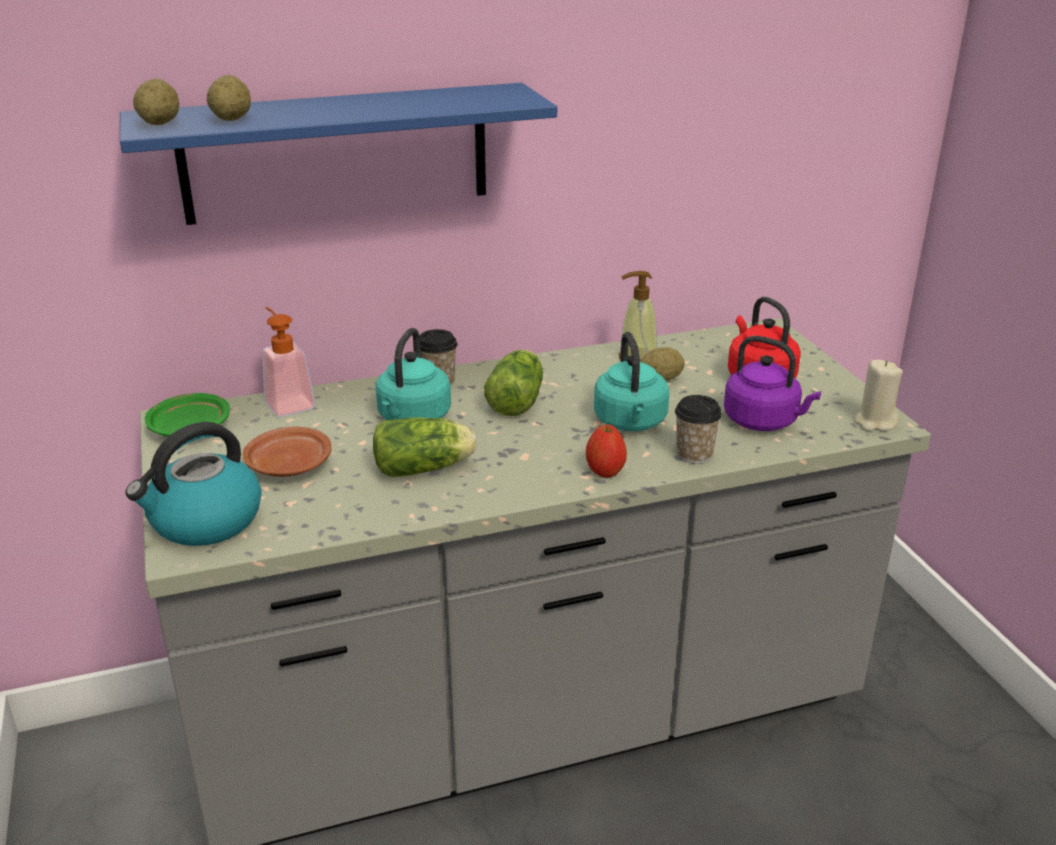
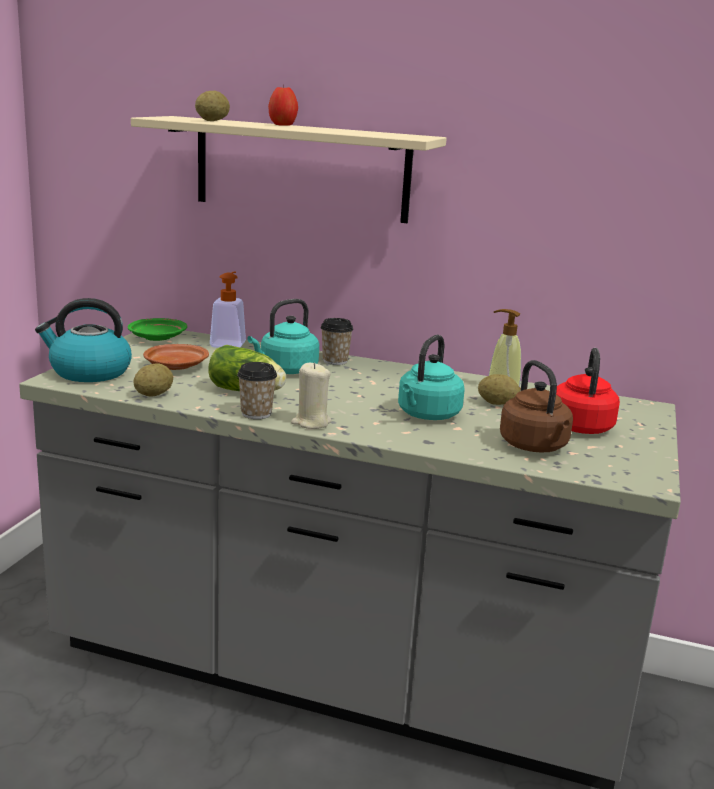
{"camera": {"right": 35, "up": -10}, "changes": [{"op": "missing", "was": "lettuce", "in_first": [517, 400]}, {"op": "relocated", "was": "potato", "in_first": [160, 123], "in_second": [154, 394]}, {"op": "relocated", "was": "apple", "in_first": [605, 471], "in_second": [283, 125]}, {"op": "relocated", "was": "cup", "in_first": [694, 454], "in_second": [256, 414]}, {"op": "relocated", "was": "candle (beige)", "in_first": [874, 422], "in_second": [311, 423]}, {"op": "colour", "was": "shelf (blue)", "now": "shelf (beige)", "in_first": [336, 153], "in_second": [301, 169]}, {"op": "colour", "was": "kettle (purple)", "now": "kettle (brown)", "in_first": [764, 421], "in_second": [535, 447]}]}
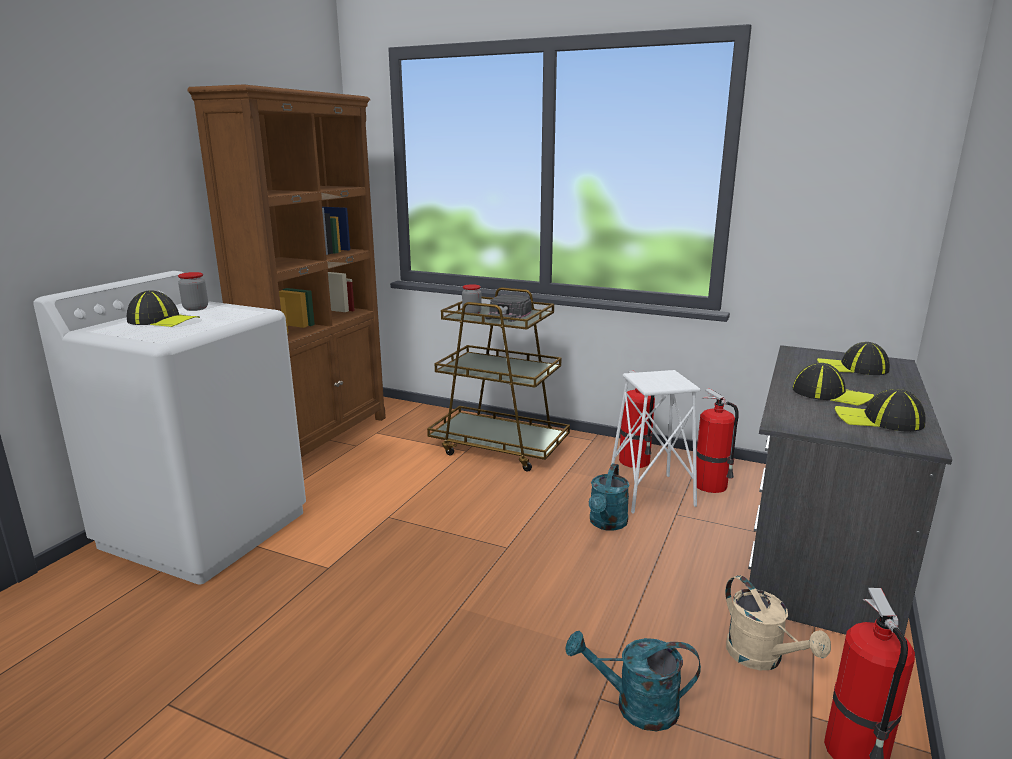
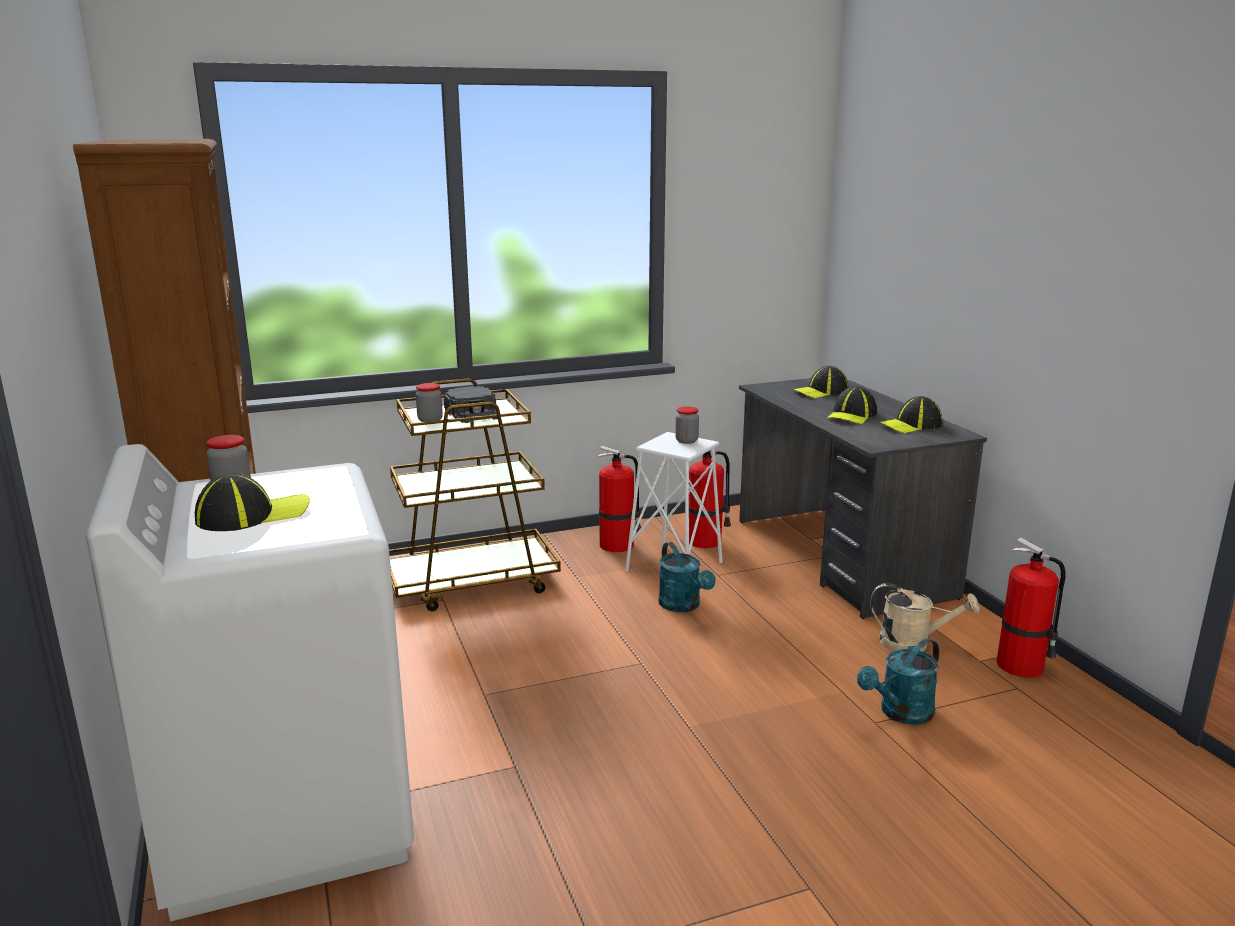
{"camera": {"right": -45, "up": 0}, "changes": [{"op": "appeared", "now": "jar", "in_second": [686, 441]}, {"op": "spun", "was": "cap", "in_first": [830, 394], "in_second": [852, 415], "clockwise": 135}]}
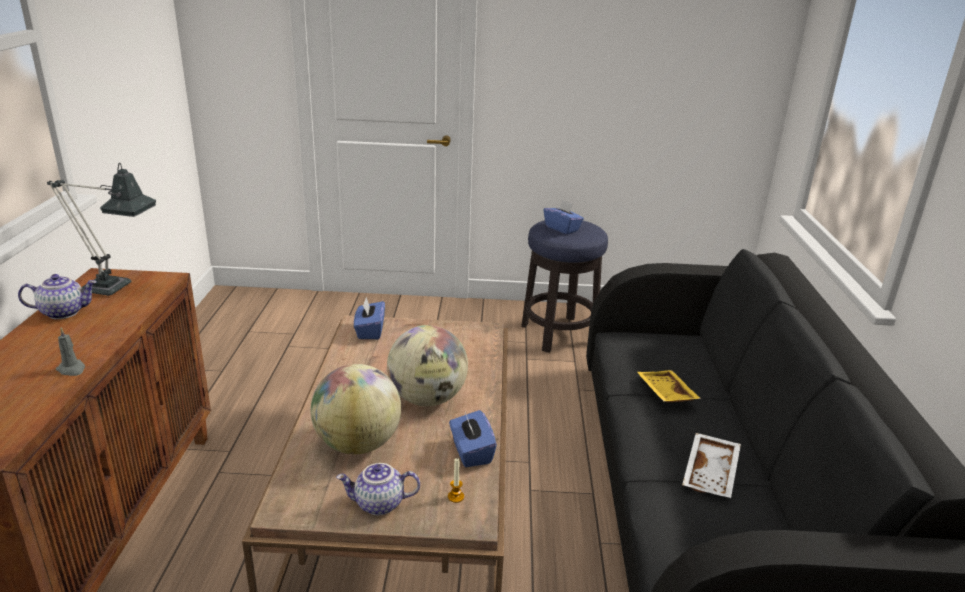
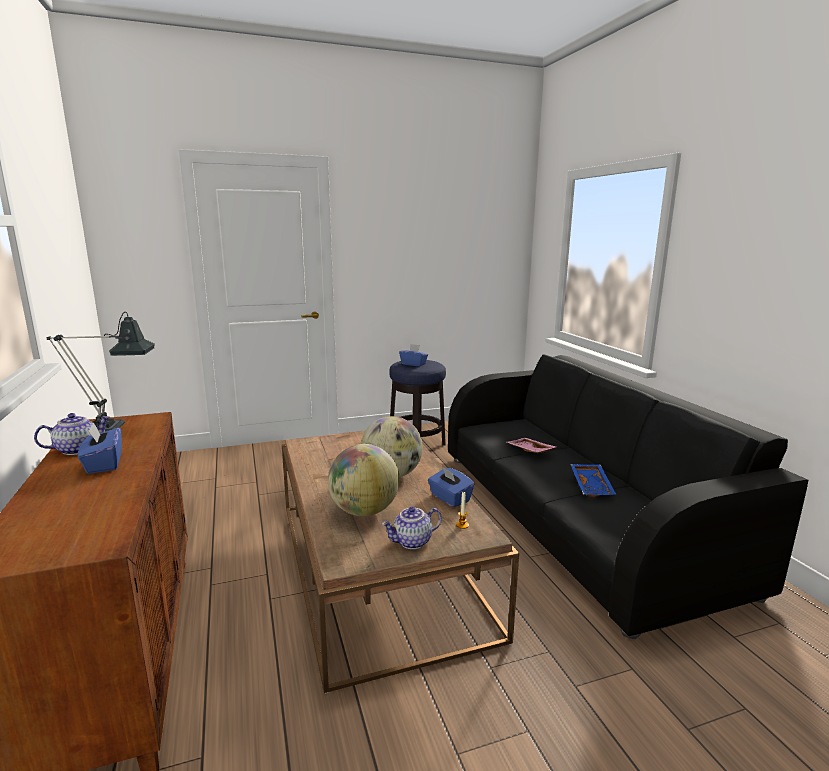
{"camera": {"right": -20, "up": -10}, "changes": [{"op": "missing", "was": "candle (grey)", "in_first": [72, 369]}, {"op": "relocated", "was": "tissue box (blue)", "in_first": [370, 331], "in_second": [103, 464]}, {"op": "colour", "was": "tray (yellow)", "now": "tray (pink)", "in_first": [664, 393], "in_second": [529, 451]}, {"op": "colour", "was": "tray (white)", "now": "tray (blue)", "in_first": [712, 473], "in_second": [592, 486]}]}
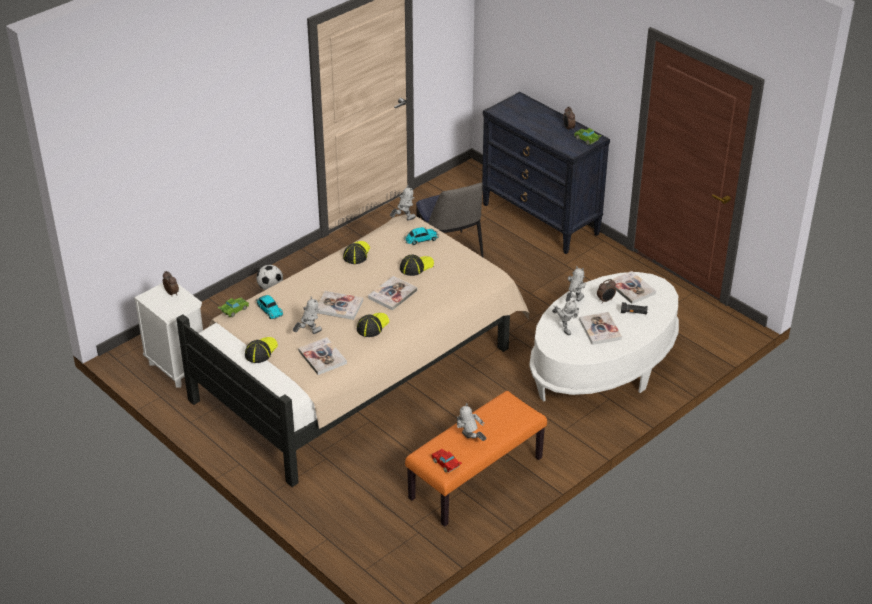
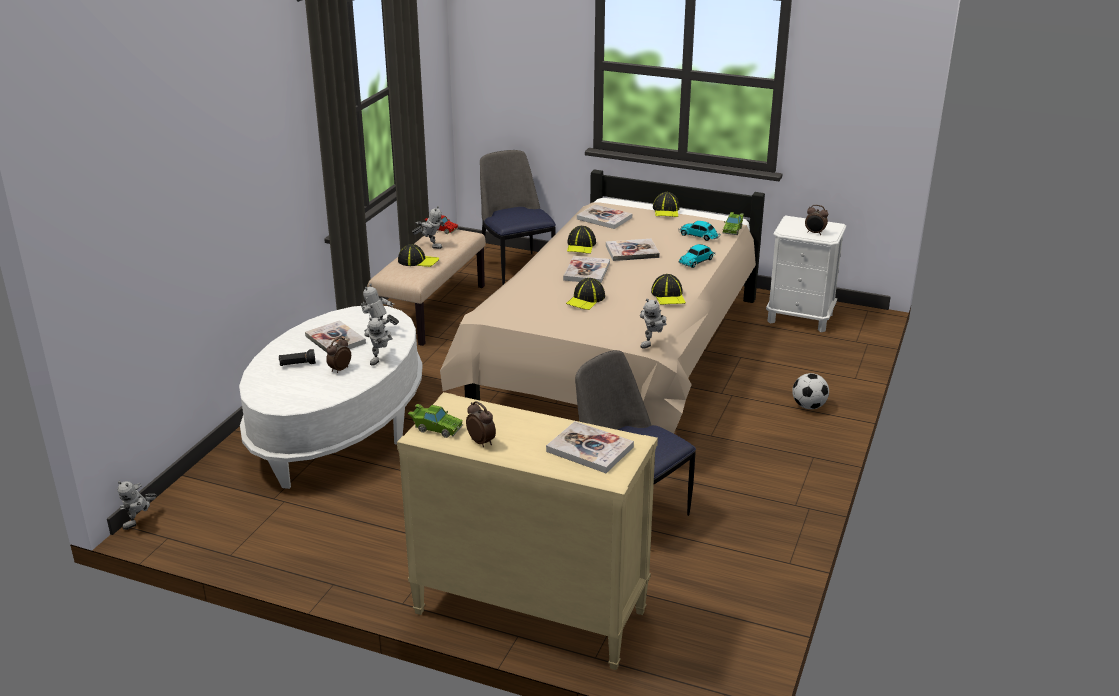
{"camera": {"right": 155, "up": -10}, "changes": [{"op": "appeared", "now": "cap", "in_second": [418, 261]}, {"op": "appeared", "now": "chair", "in_second": [516, 269]}, {"op": "relocated", "was": "toy robot", "in_first": [309, 333], "in_second": [140, 522]}, {"op": "relocated", "was": "toy car", "in_first": [420, 239], "in_second": [697, 261]}, {"op": "relocated", "was": "book", "in_first": [631, 288], "in_second": [590, 449]}, {"op": "colour", "was": "bench (orange)", "now": "bench (beige)", "in_first": [476, 479], "in_second": [431, 310]}, {"op": "colour", "was": "dresser (black)", "now": "dresser (beige)", "in_first": [541, 219], "in_second": [528, 612]}]}
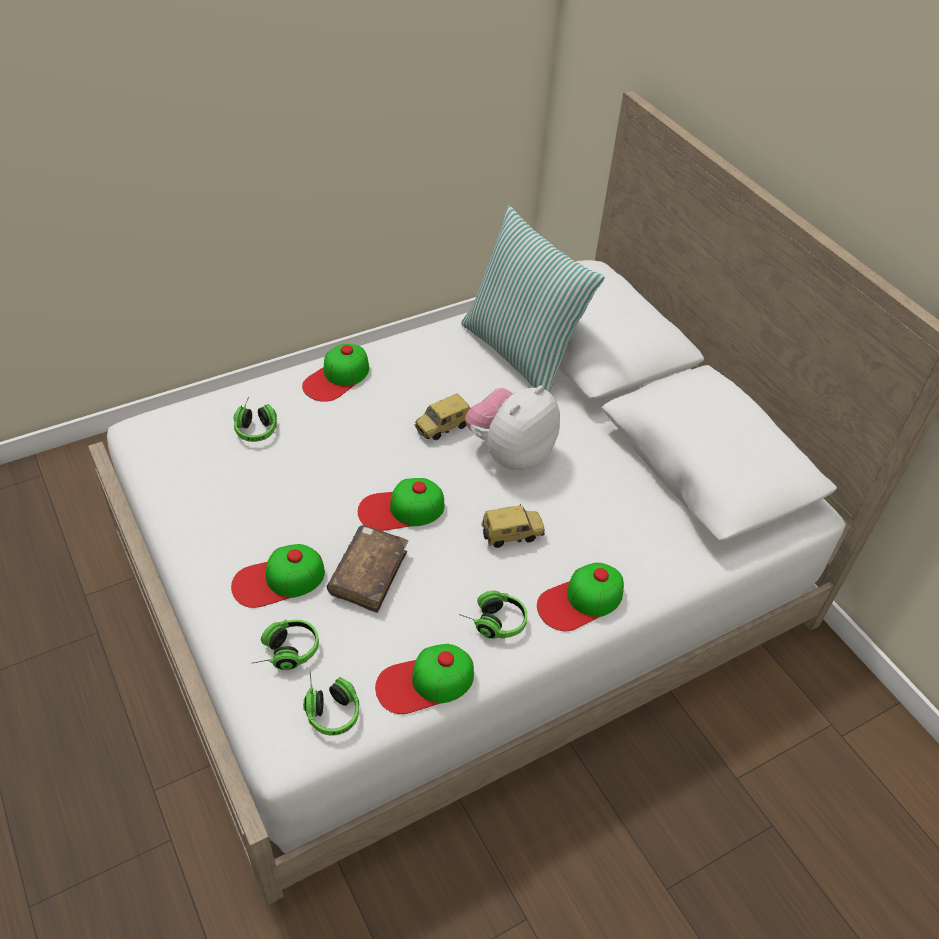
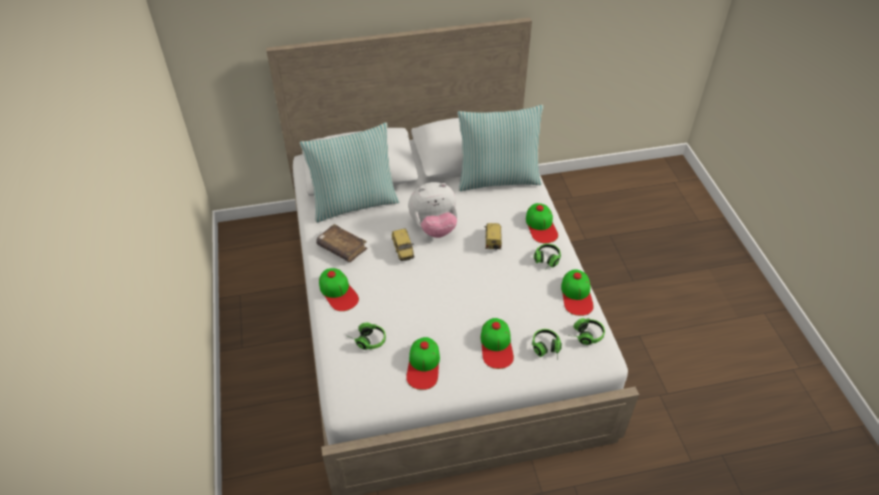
{"camera": {"right": -70, "up": 0}, "changes": [{"op": "appeared", "now": "pillow", "in_second": [498, 178]}, {"op": "relocated", "was": "book (brown)", "in_first": [368, 574], "in_second": [342, 248]}, {"op": "relocated", "was": "cap", "in_first": [401, 509], "in_second": [423, 365]}, {"op": "spun", "was": "plush toy", "in_first": [510, 453], "in_second": [434, 227], "clockwise": -75}]}
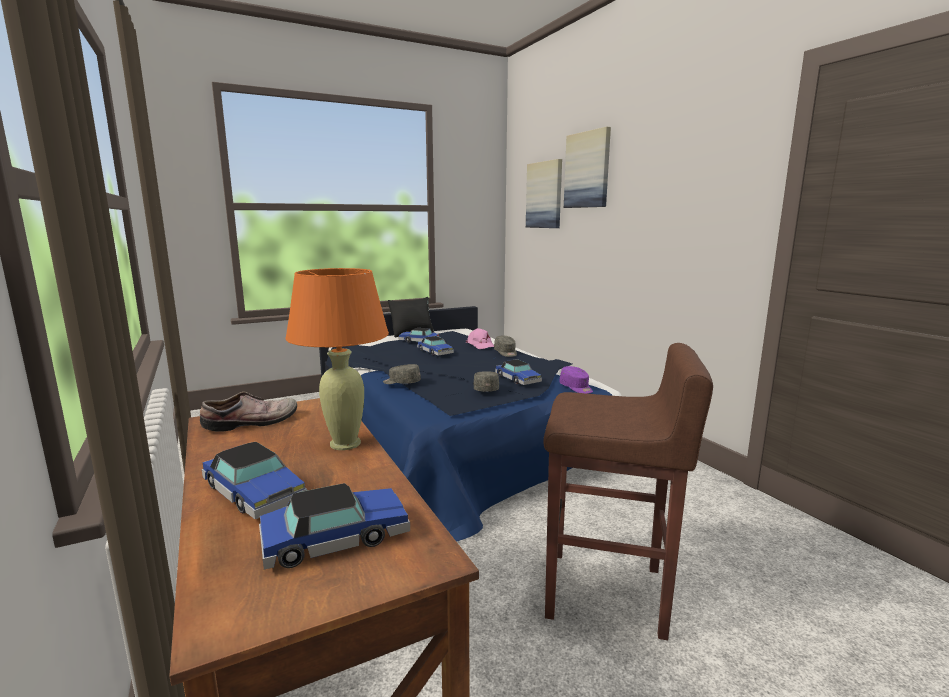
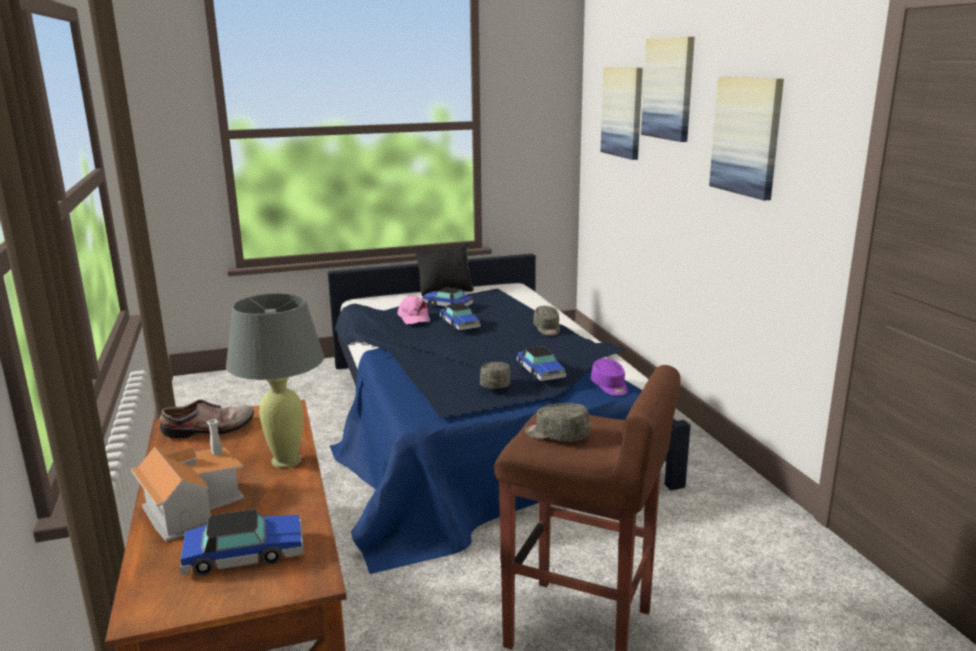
{"camera": {"right": 10, "up": 5}, "changes": [{"op": "appeared", "now": "picture", "in_second": [747, 136]}, {"op": "relocated", "was": "cap (grey)", "in_first": [401, 382], "in_second": [557, 435]}, {"op": "relocated", "was": "cap (pink)", "in_first": [480, 345], "in_second": [414, 317]}, {"op": "exchanged", "was": "toy car", "now": "toy house", "in_first": [253, 492], "in_second": [192, 506]}, {"op": "colour", "was": "table lamp (orange)", "now": "table lamp (grey)", "in_first": [345, 444], "in_second": [286, 461]}]}
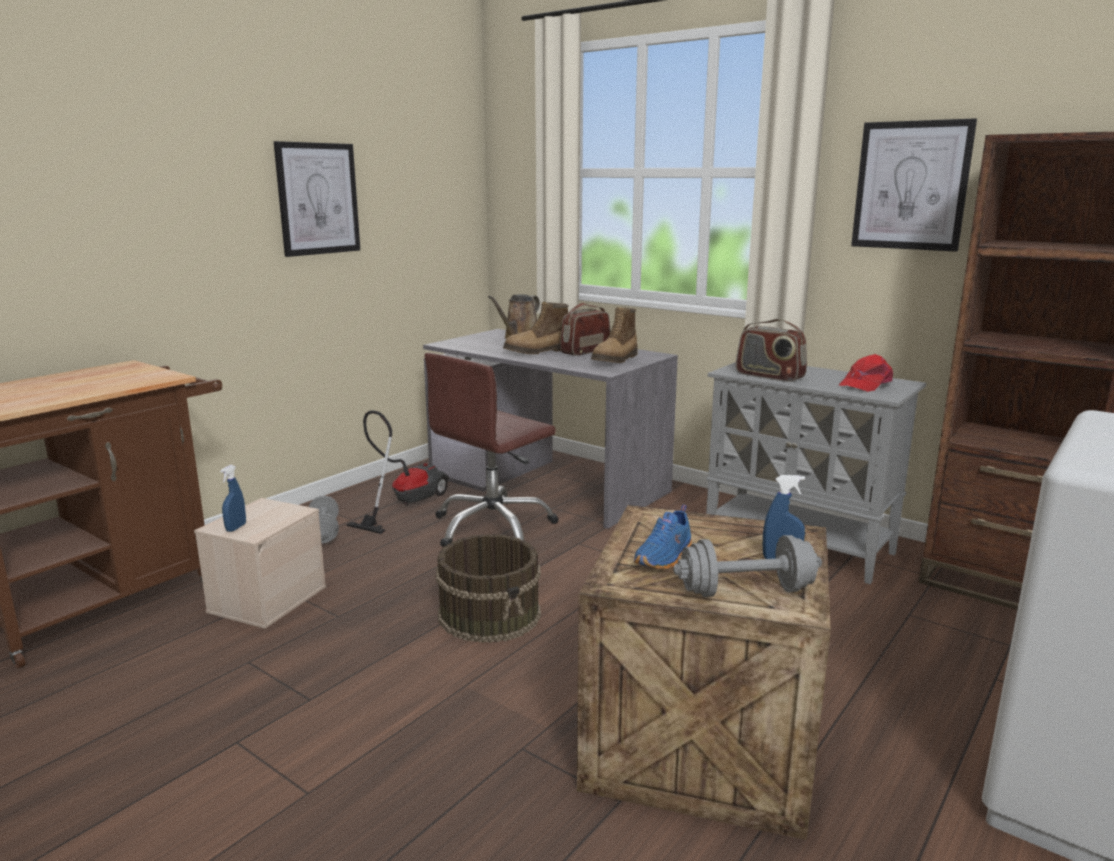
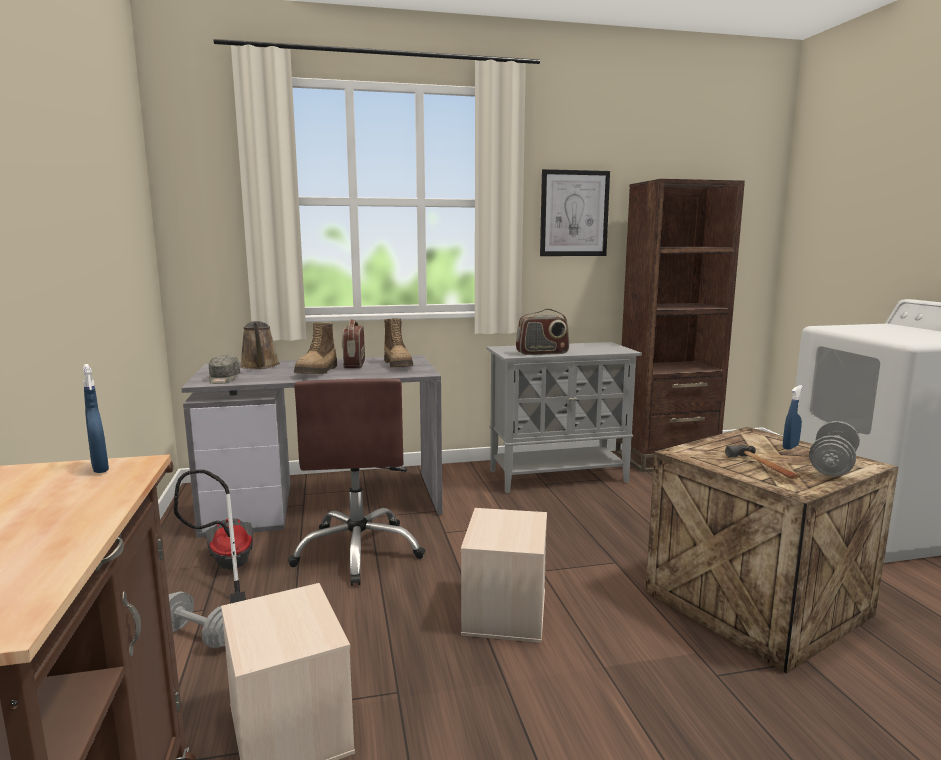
{"camera": {"right": -50, "up": -5}, "changes": [{"op": "missing", "was": "picture", "in_first": [318, 199]}, {"op": "missing", "was": "cap (red)", "in_first": [865, 384]}, {"op": "appeared", "now": "cap (grey)", "in_second": [223, 379]}, {"op": "relocated", "was": "spray bottle (blue)", "in_first": [236, 528], "in_second": [100, 468]}, {"op": "exchanged", "was": "bucket (brown)", "now": "storage box (beige)", "in_first": [490, 614], "in_second": [504, 610]}, {"op": "exchanged", "was": "shoe (blue)", "now": "hammer", "in_first": [665, 557], "in_second": [763, 467]}]}
